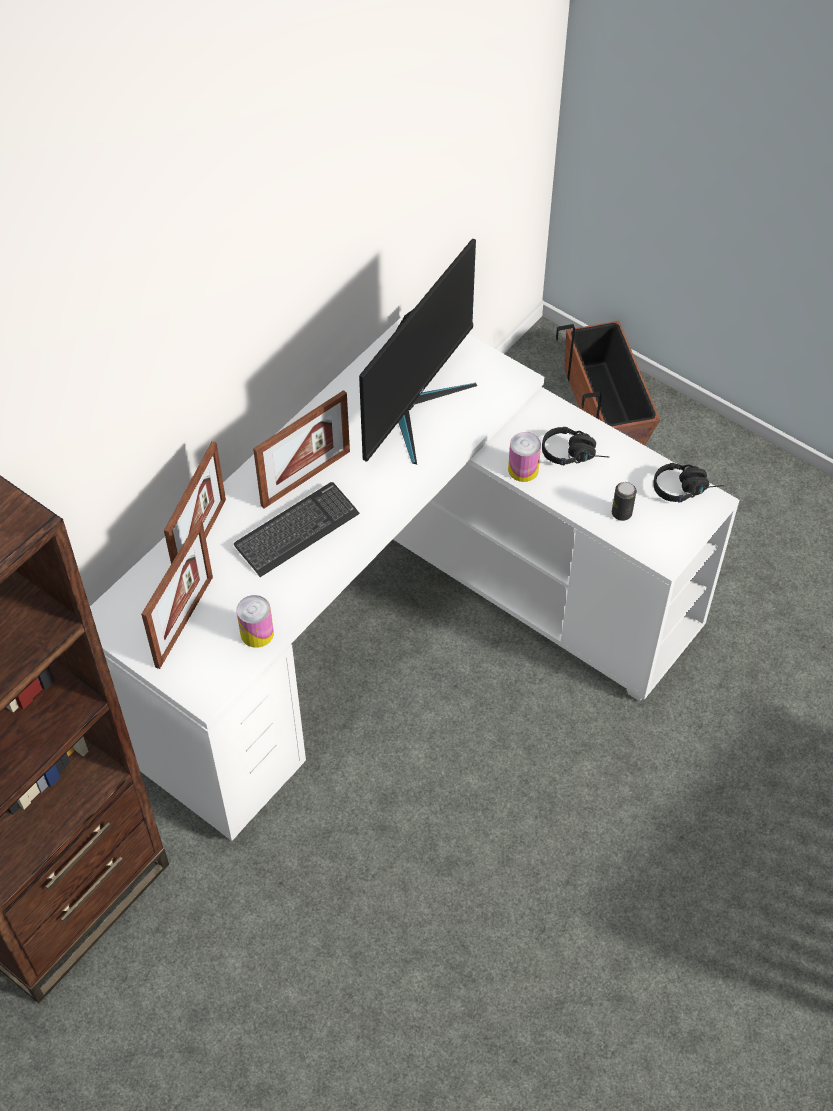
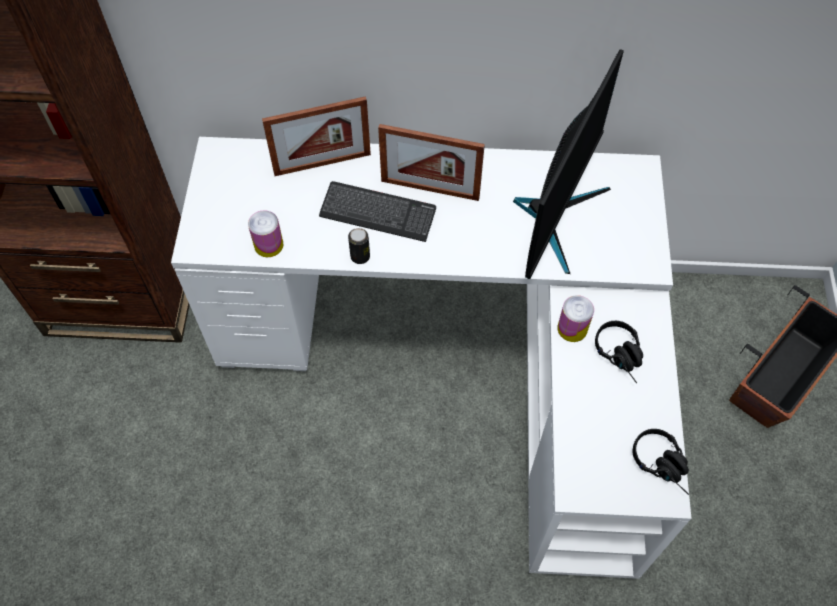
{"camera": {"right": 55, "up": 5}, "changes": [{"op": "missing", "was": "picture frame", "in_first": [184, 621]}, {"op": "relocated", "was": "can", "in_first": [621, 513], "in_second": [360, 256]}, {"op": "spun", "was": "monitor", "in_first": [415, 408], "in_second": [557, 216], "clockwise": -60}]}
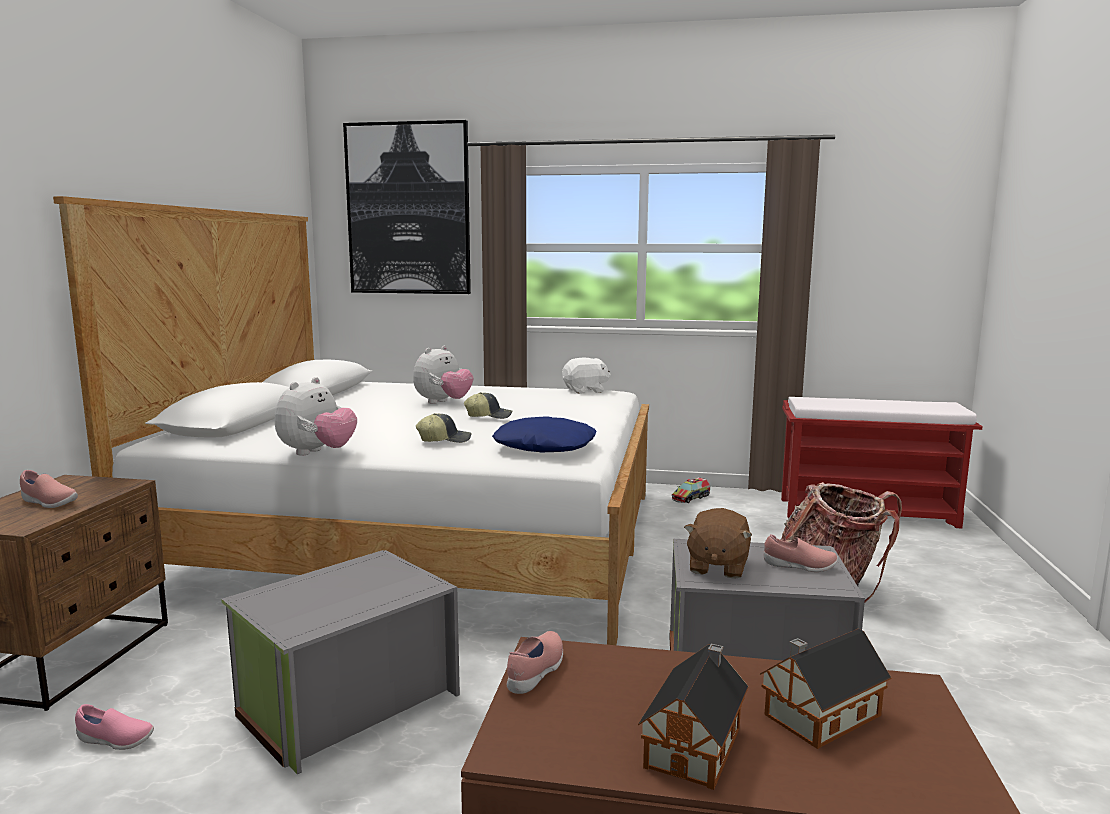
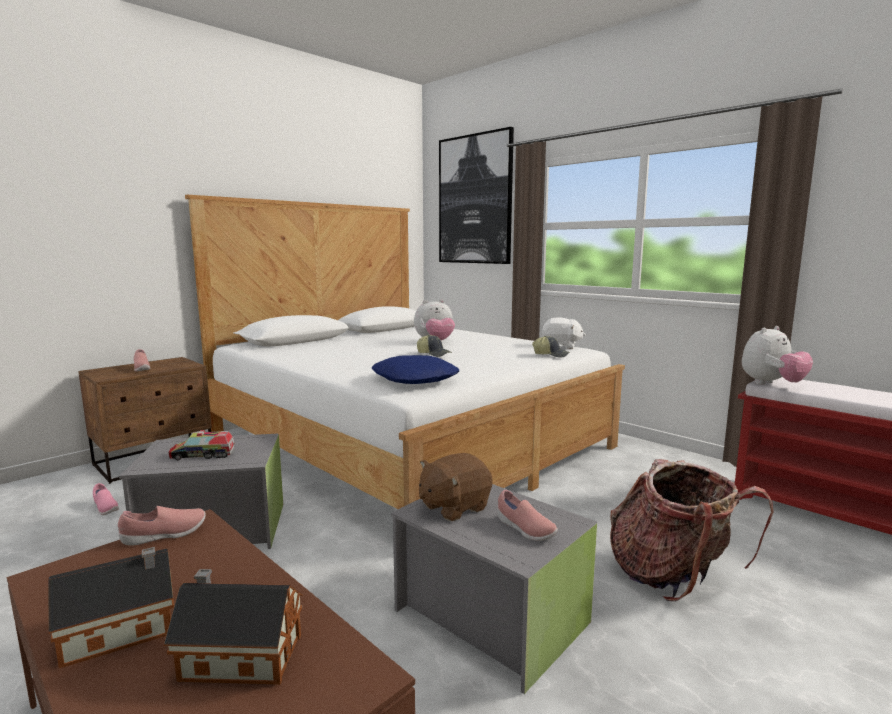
{"camera": {"right": 35, "up": 0}, "changes": [{"op": "relocated", "was": "plush toy", "in_first": [317, 453], "in_second": [771, 384]}, {"op": "relocated", "was": "cap", "in_first": [445, 440], "in_second": [551, 355]}, {"op": "relocated", "was": "toy truck", "in_first": [690, 498], "in_second": [202, 455]}]}
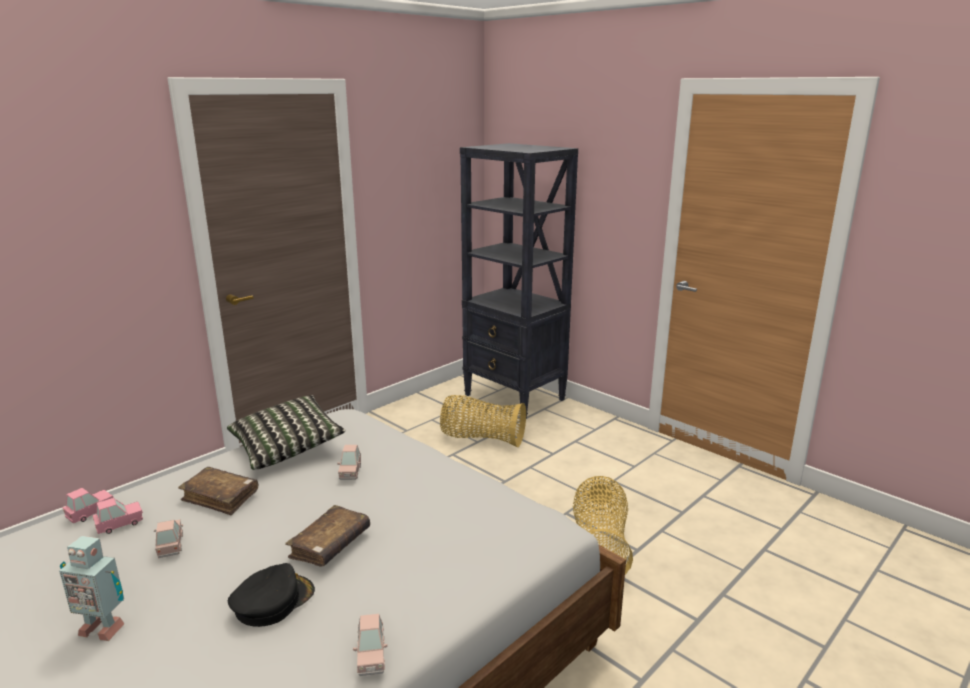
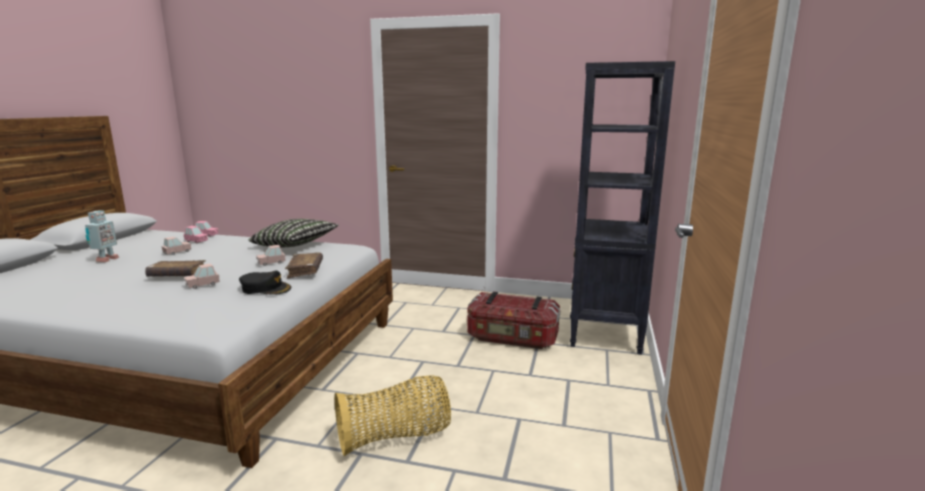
{"camera": {"right": 60, "up": -5}, "changes": [{"op": "relocated", "was": "book (brown)", "in_first": [220, 497], "in_second": [305, 271]}, {"op": "relocated", "was": "cap (black)", "in_first": [273, 601], "in_second": [266, 288]}, {"op": "relocated", "was": "toy car (pink)", "in_first": [371, 657], "in_second": [202, 285]}, {"op": "exchanged", "was": "basket", "now": "storage box", "in_first": [481, 438], "in_second": [512, 338]}, {"op": "spun", "was": "toy robot", "in_first": [103, 627], "in_second": [105, 260], "clockwise": -150}]}
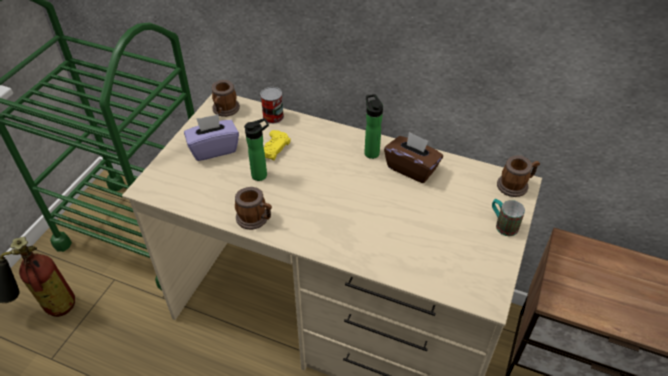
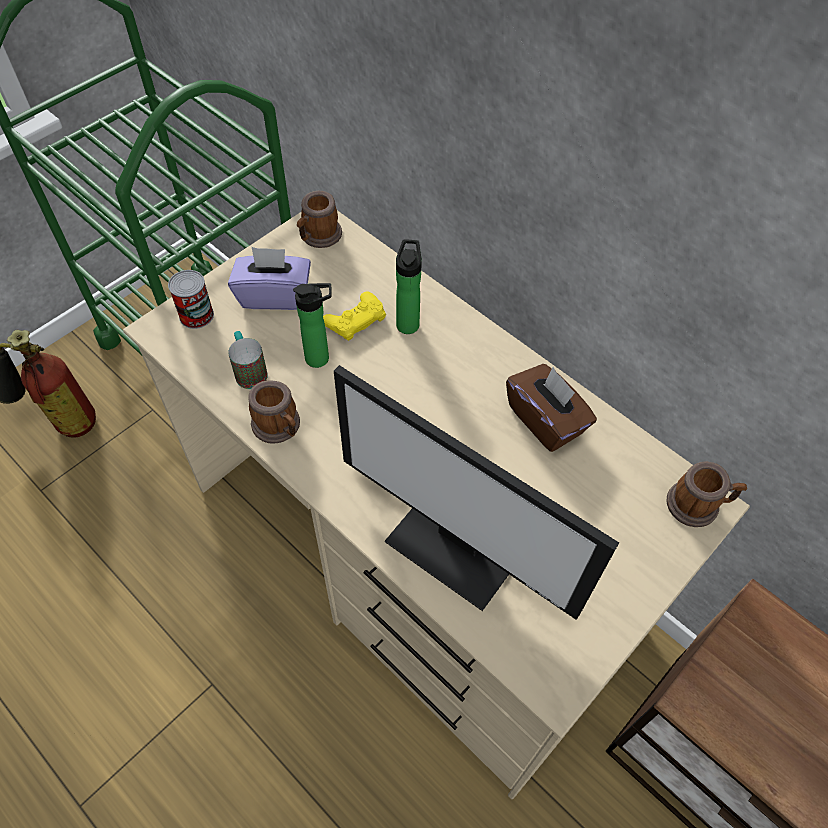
{"camera": {"right": 20, "up": 10}, "changes": [{"op": "appeared", "now": "monitor", "in_second": [456, 547]}, {"op": "relocated", "was": "can", "in_first": [273, 116], "in_second": [196, 315]}, {"op": "relocated", "was": "bottle", "in_first": [371, 152], "in_second": [408, 322]}, {"op": "relocated", "was": "mug", "in_first": [502, 224], "in_second": [249, 370]}]}
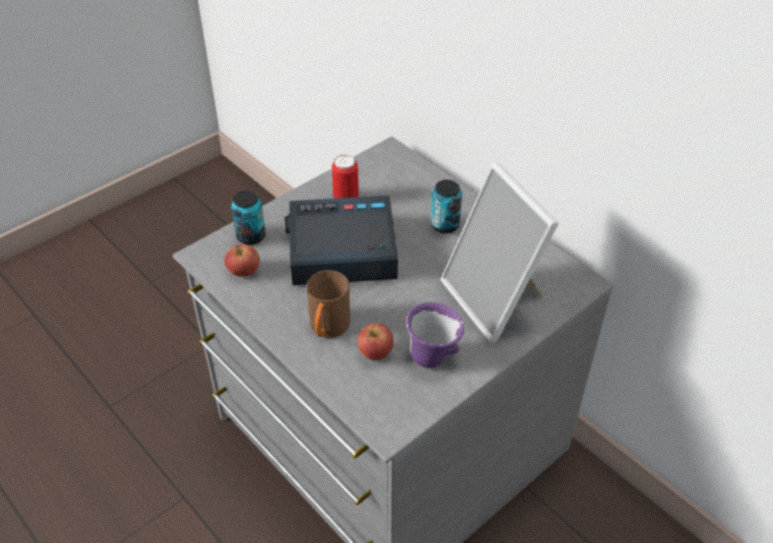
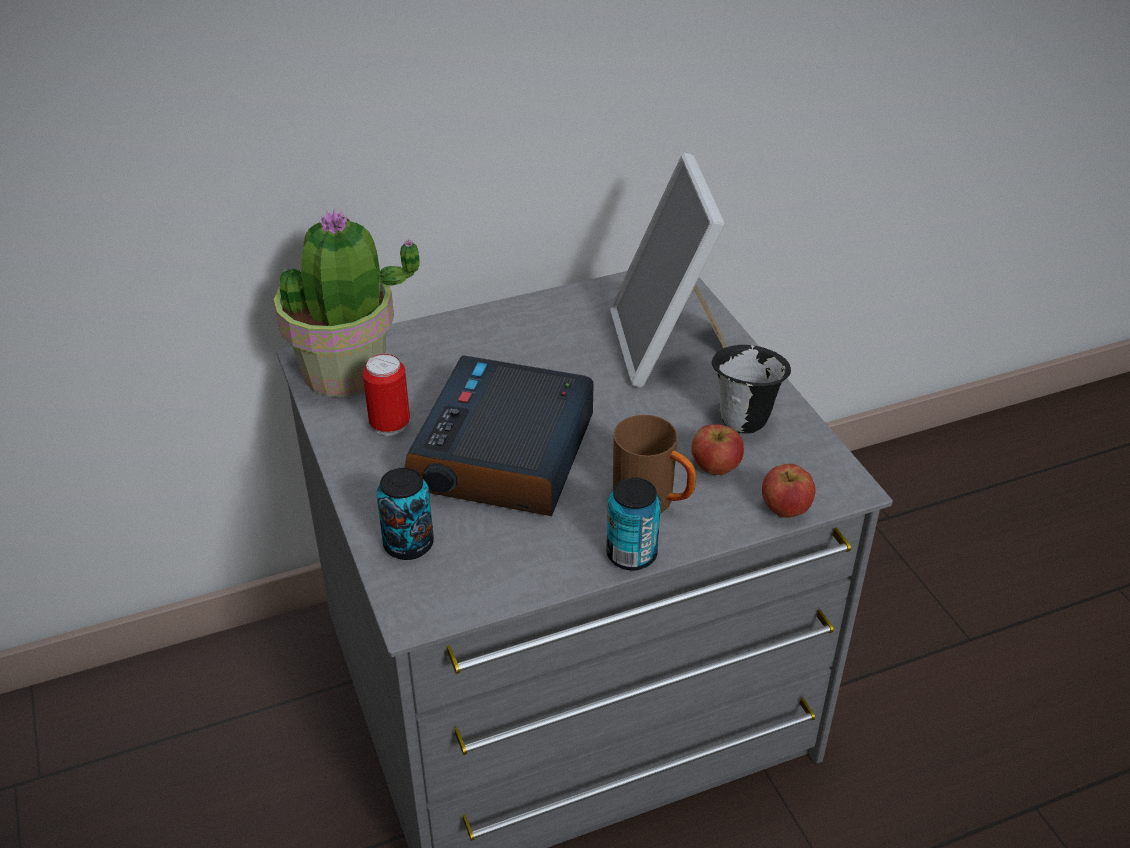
{"camera": {"right": -70, "up": -5}, "changes": [{"op": "appeared", "now": "potted plant", "in_second": [345, 372]}, {"op": "relocated", "was": "apple", "in_first": [244, 272], "in_second": [785, 509]}, {"op": "relocated", "was": "can", "in_first": [445, 225], "in_second": [631, 555]}, {"op": "colour", "was": "mug (purple)", "now": "mug (black)", "in_first": [433, 358], "in_second": [744, 421]}, {"op": "spun", "was": "picture frame", "in_first": [495, 300], "in_second": [668, 346], "clockwise": 90}]}
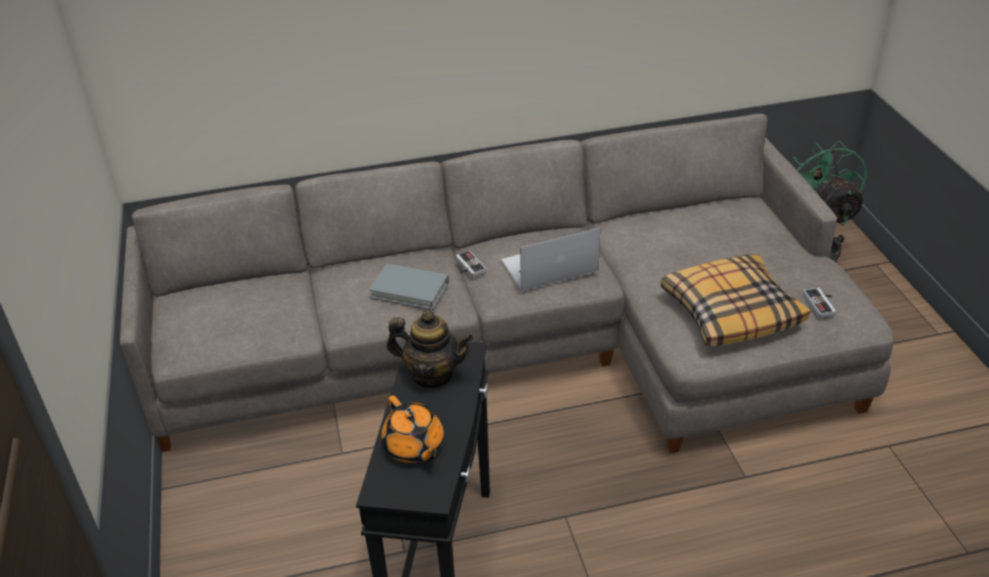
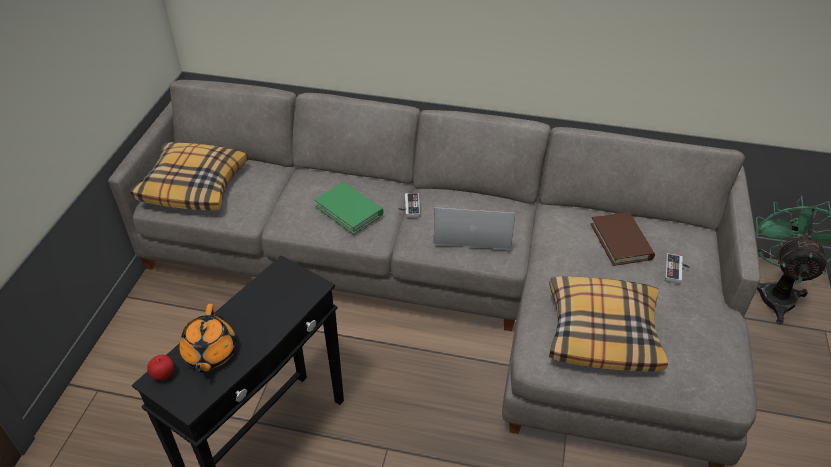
{"camera": {"right": 25, "up": 5}, "changes": [{"op": "missing", "was": "teapot", "in_first": [432, 374]}, {"op": "appeared", "now": "pillow", "in_second": [194, 185]}, {"op": "appeared", "now": "apple", "in_second": [164, 375]}, {"op": "appeared", "now": "book (brown)", "in_second": [621, 241]}, {"op": "relocated", "was": "game controller", "in_first": [822, 304], "in_second": [676, 271]}, {"op": "colour", "was": "book (grey)", "now": "book (green)", "in_first": [410, 289], "in_second": [349, 210]}]}
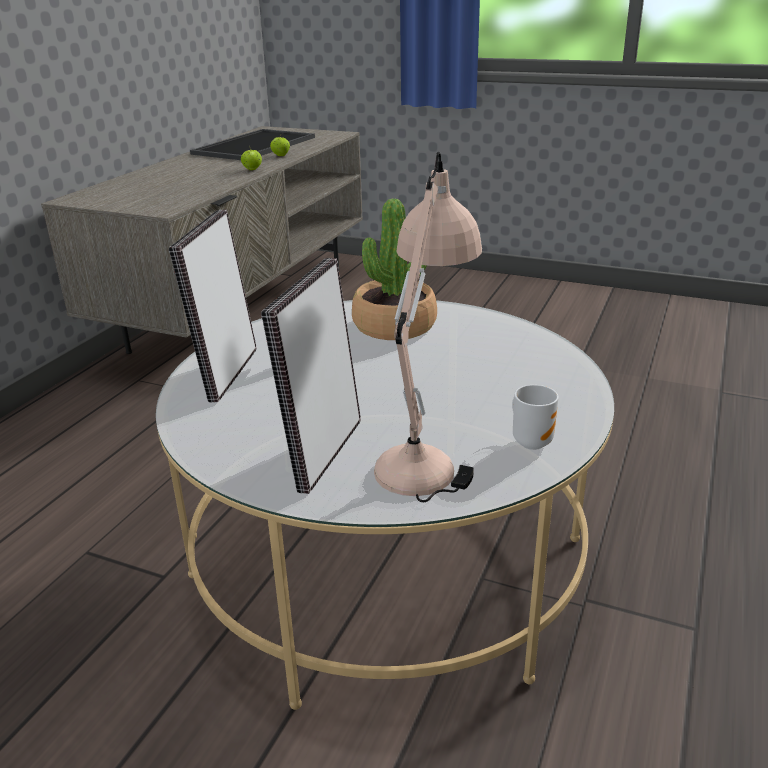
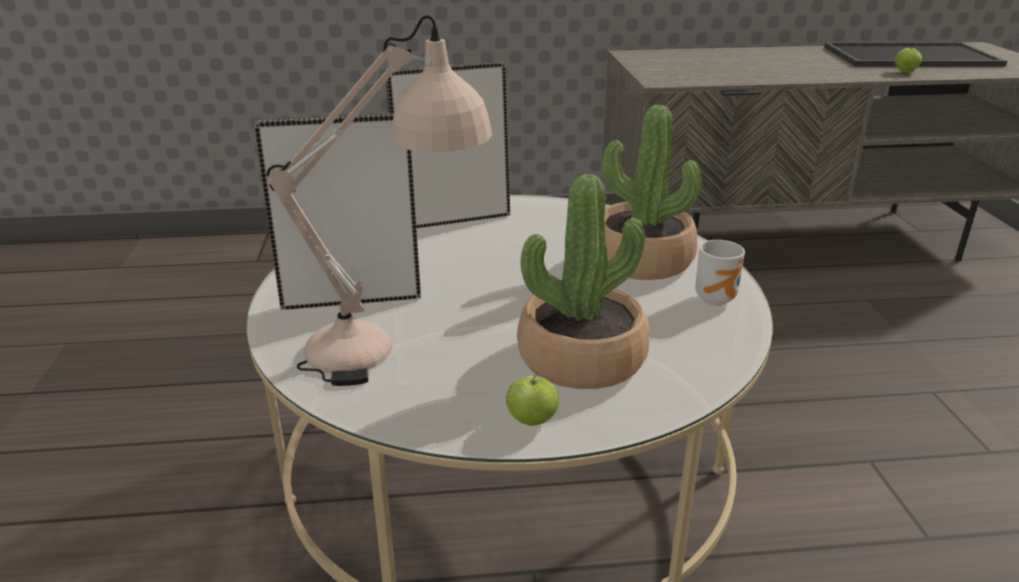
{"camera": {"right": 60, "up": 0}, "changes": [{"op": "appeared", "now": "potted plant", "in_second": [581, 358]}, {"op": "relocated", "was": "apple", "in_first": [252, 169], "in_second": [532, 421]}, {"op": "relocated", "was": "mug", "in_first": [531, 441], "in_second": [718, 299]}]}
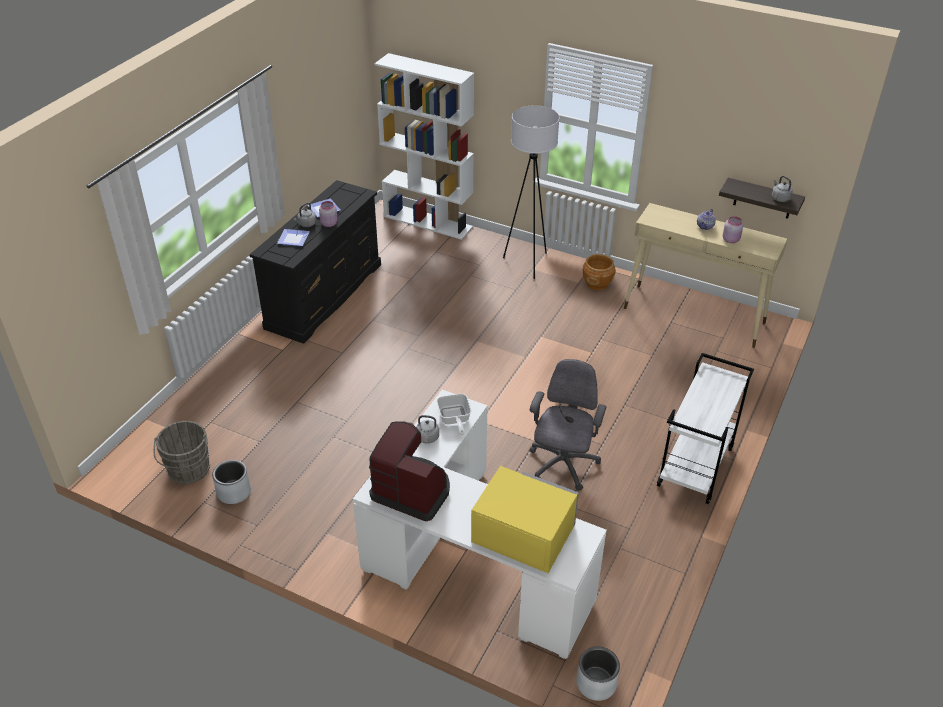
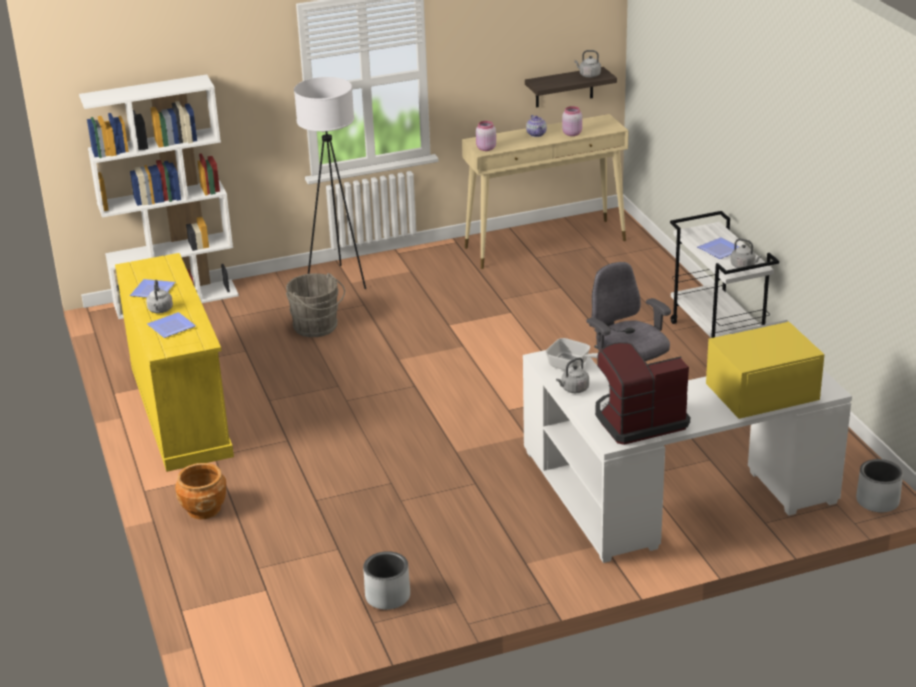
{"camera": {"right": -45, "up": -10}, "changes": [{"op": "appeared", "now": "plate", "in_second": [722, 250]}, {"op": "appeared", "now": "kettle (grey)", "in_second": [744, 266]}, {"op": "relocated", "was": "bucket (grey)", "in_first": [188, 471], "in_second": [317, 327]}, {"op": "relocated", "was": "jar (pink)", "in_first": [329, 223], "in_second": [485, 148]}, {"op": "relocated", "was": "planter (brown)", "in_first": [597, 284], "in_second": [204, 509]}, {"op": "colour", "was": "dresser (black)", "now": "dresser (yellow)", "in_first": [324, 295], "in_second": [180, 410]}]}
